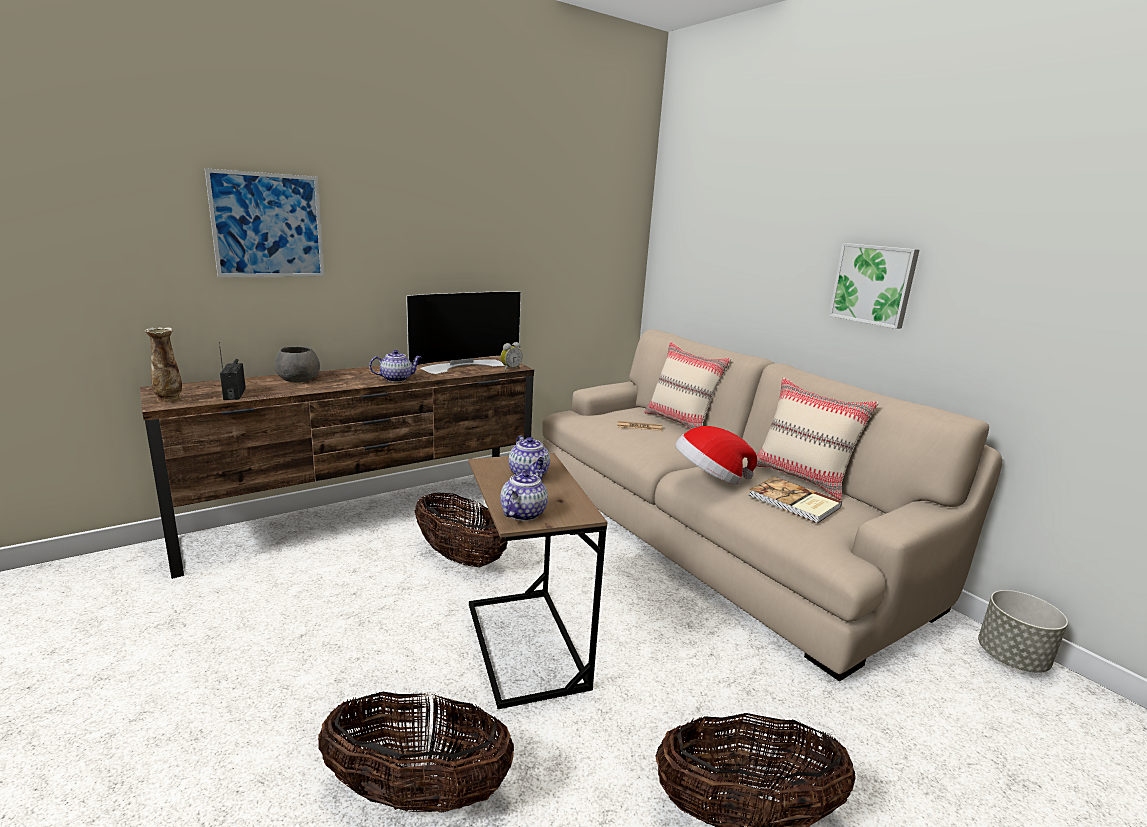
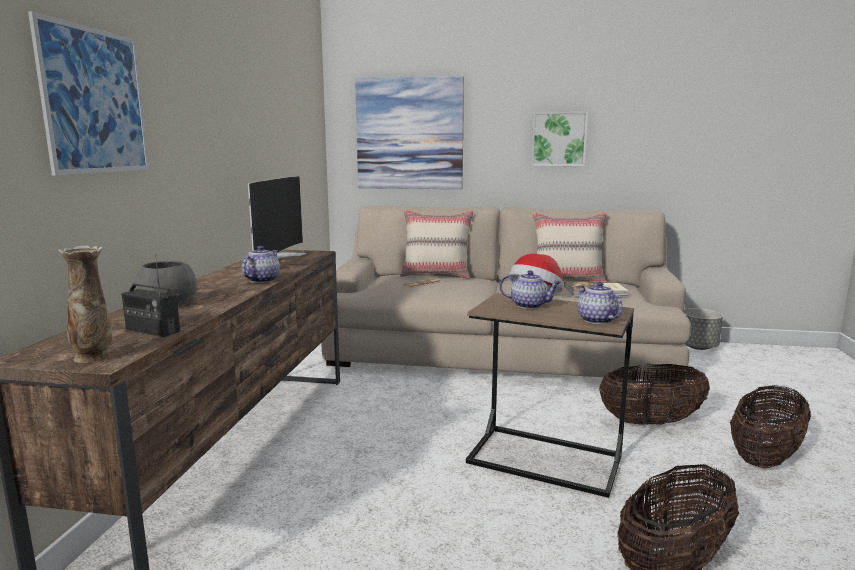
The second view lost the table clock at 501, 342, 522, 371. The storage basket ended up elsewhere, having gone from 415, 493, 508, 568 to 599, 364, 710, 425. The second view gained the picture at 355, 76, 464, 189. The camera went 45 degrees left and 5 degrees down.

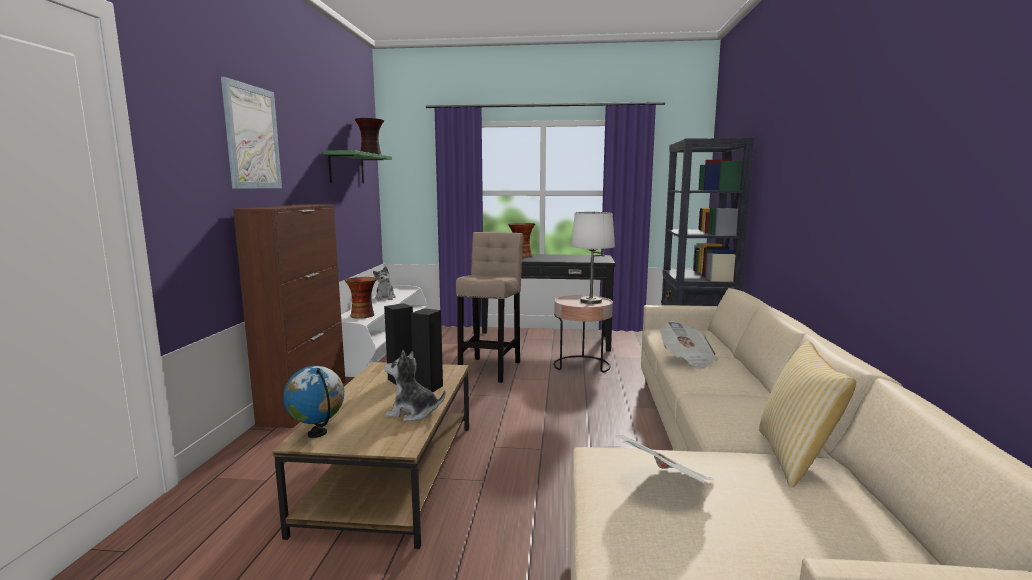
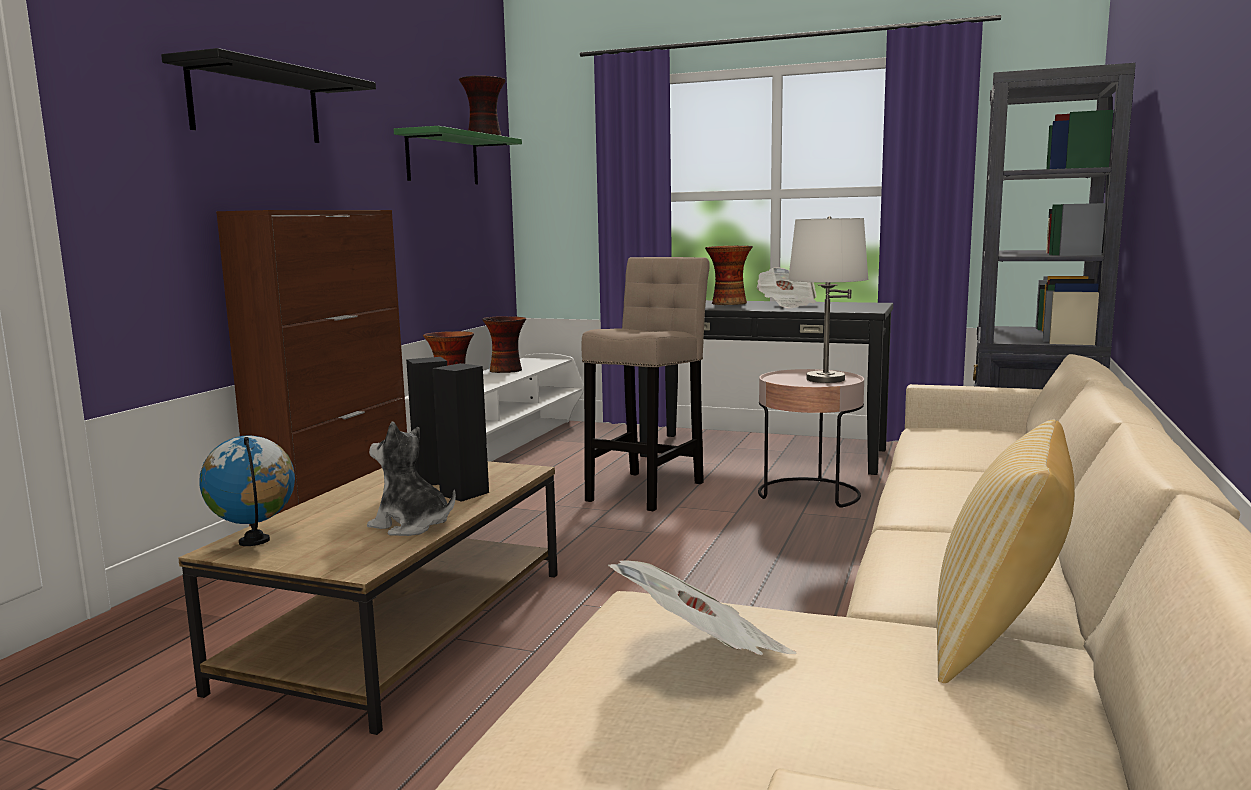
Where the picture hung at 221, 77, 282, 189, the blackish shelf came to hang at 161, 48, 376, 143. Where the plush toy stood at 373, 266, 396, 300, the flower vase came to stand at 482, 316, 526, 373. The newspaper ended up elsewhere, having gone from 660, 321, 718, 370 to 757, 267, 816, 308. The camera went 15 degrees right and 0 degrees up.

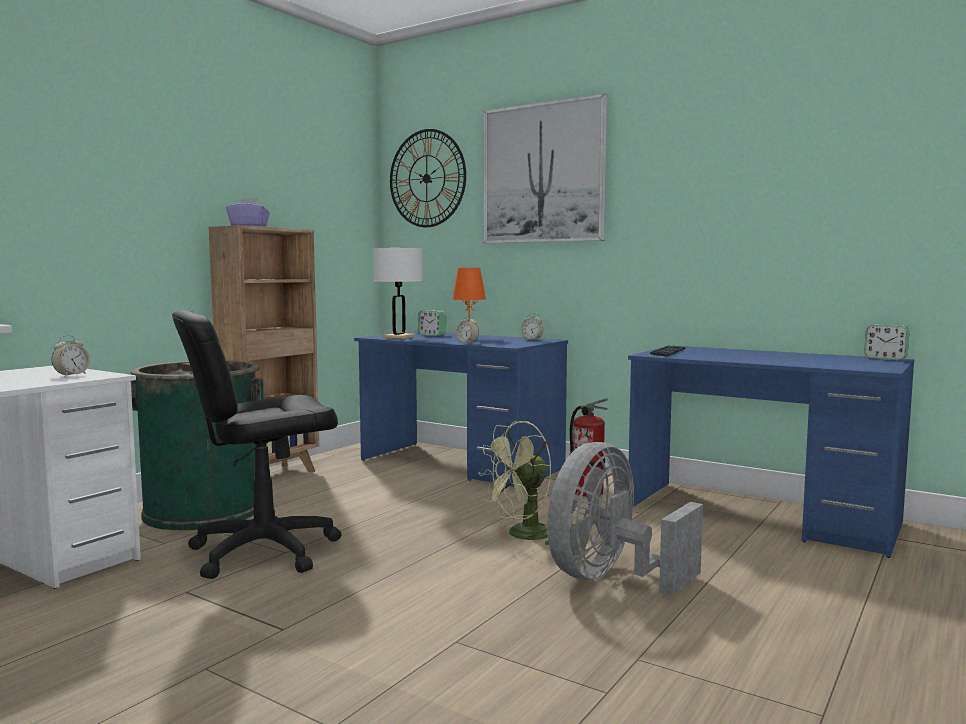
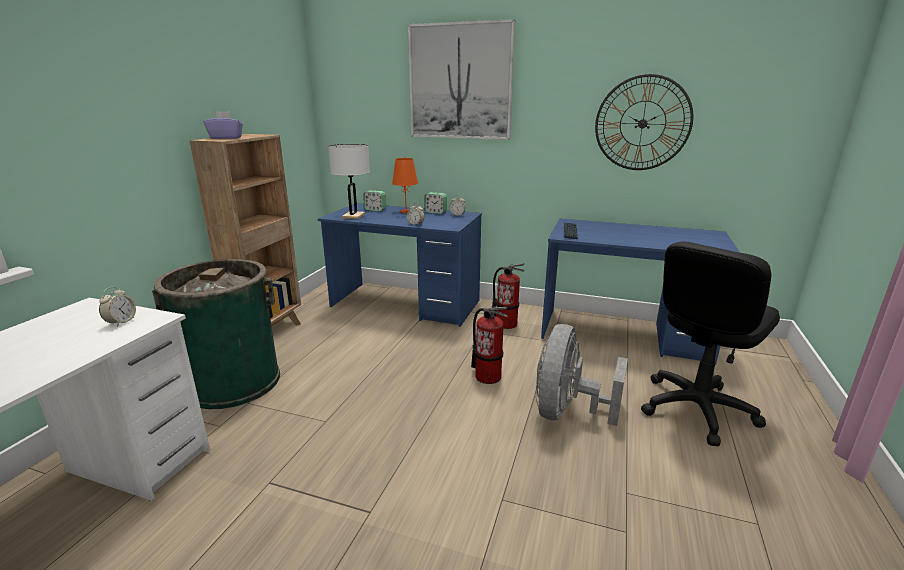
The hanging clock ended up elsewhere, having gone from 390, 129, 466, 227 to 595, 74, 693, 170. The blackish computer chair ended up elsewhere, having gone from 172, 310, 342, 579 to 641, 241, 780, 446. The table clock ended up elsewhere, having gone from 864, 324, 909, 360 to 424, 192, 447, 214. Where the green electric fan stood at 479, 421, 551, 546, the fire-fighting cylinder came to stand at 471, 306, 508, 384. The camera went 15 degrees left and 15 degrees up.

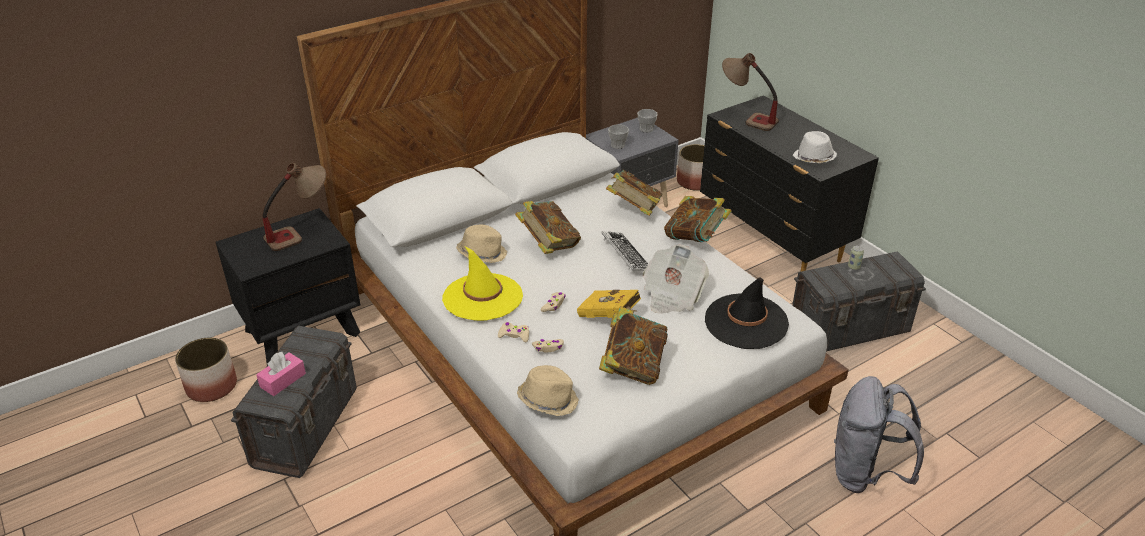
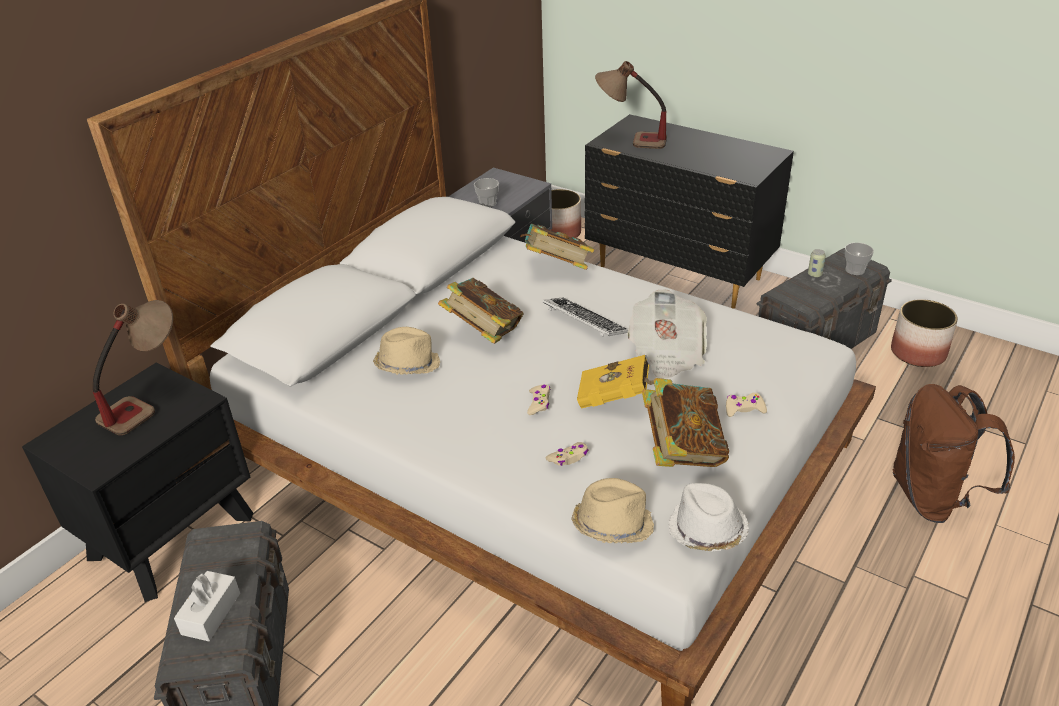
The small cup ended up elsewhere, having gone from 637, 109, 658, 133 to 845, 243, 874, 275. The white wearable hat ended up elsewhere, having gone from 793, 131, 837, 163 to 668, 483, 749, 552. The second view lost the volume at 664, 196, 731, 242. The second view lost the yellowish wearable hat at 442, 246, 523, 321. The second view lost the blackish wearable hat at 705, 278, 789, 349. The sand-coloured game controller ended up elsewhere, having gone from 498, 322, 529, 342 to 726, 393, 767, 417. The flower pot ended up elsewhere, having gone from 175, 337, 237, 402 to 891, 299, 958, 367. What was the pink-coloured box of tissues at 256, 352, 306, 396 turned into the white box of tissues at 174, 571, 240, 641. What was the grey rucksack at 834, 376, 924, 493 turned into the brown-coloured rucksack at 893, 384, 1015, 523. The camera went 20 degrees left and 0 degrees up.

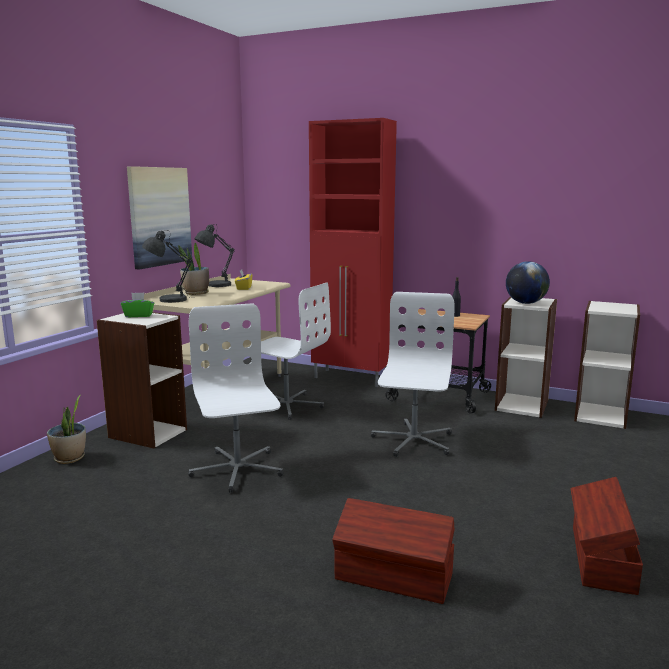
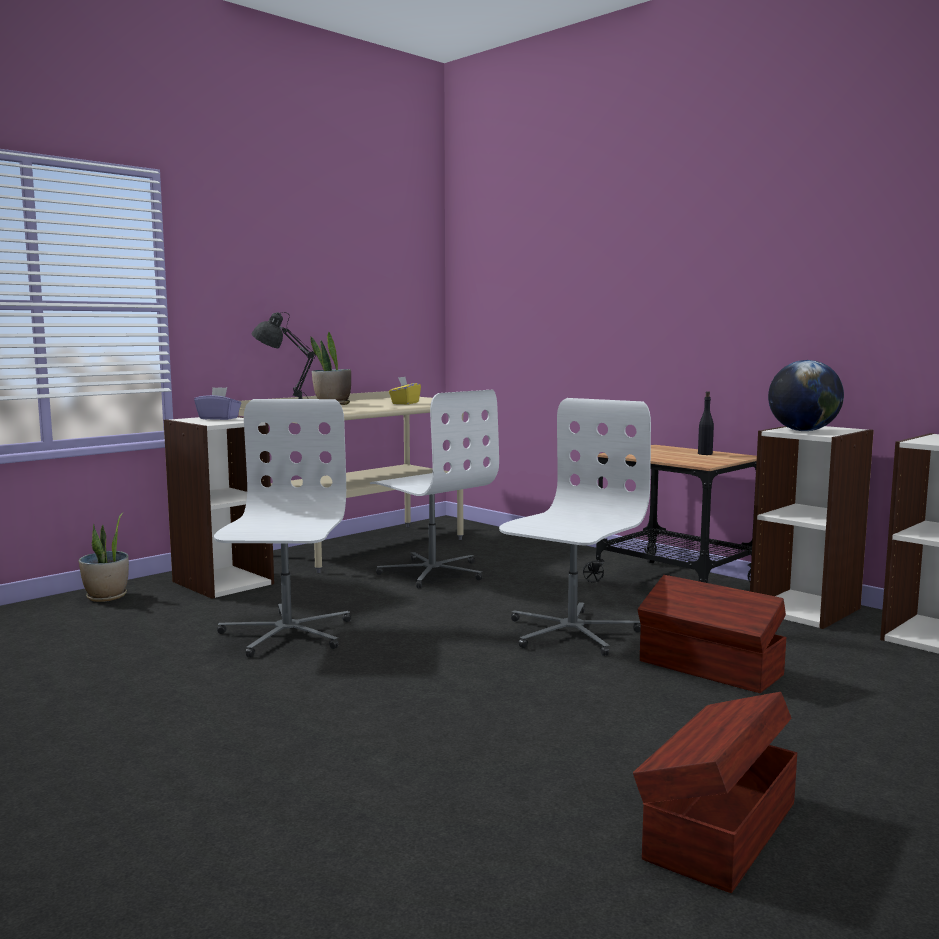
The second view lost the red-coloured cupboard at 309, 118, 397, 387. The second view lost the picture at 127, 166, 192, 270. The second view lost the grey tabletop lamp at 195, 224, 235, 287. What was the green box of tissues at 121, 293, 154, 317 turned into the purple box of tissues at 194, 387, 241, 420. The brown-coloured storage box ended up elsewhere, having gone from 332, 498, 455, 604 to 637, 575, 787, 693. The camera went 20 degrees right and 5 degrees down.

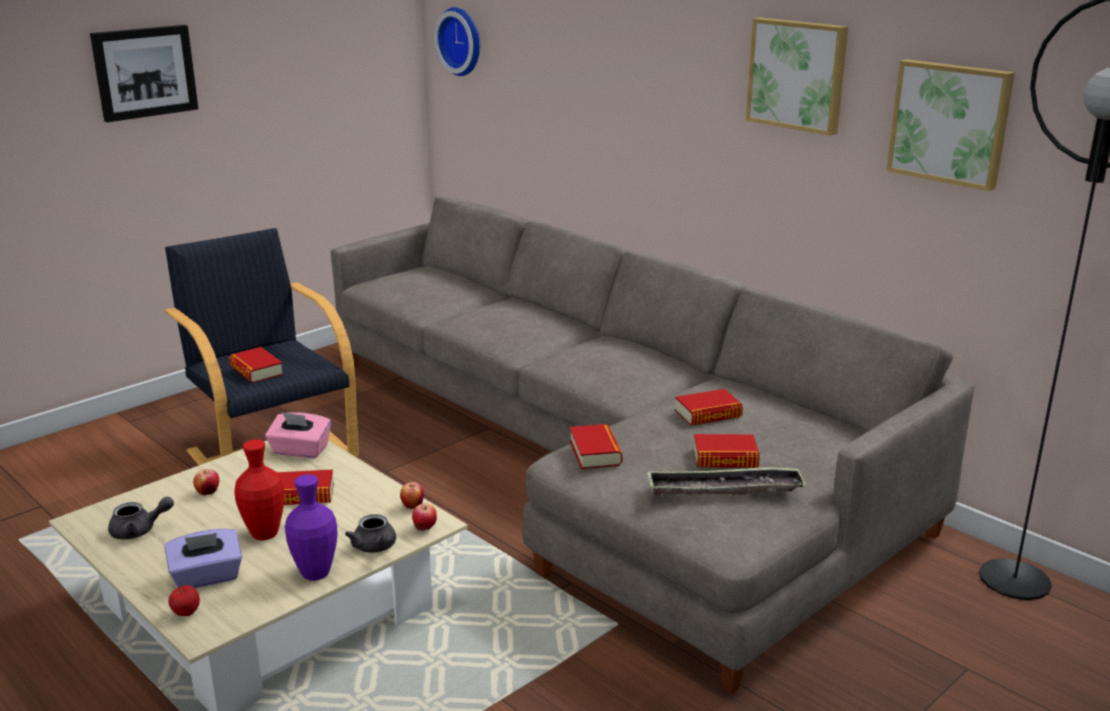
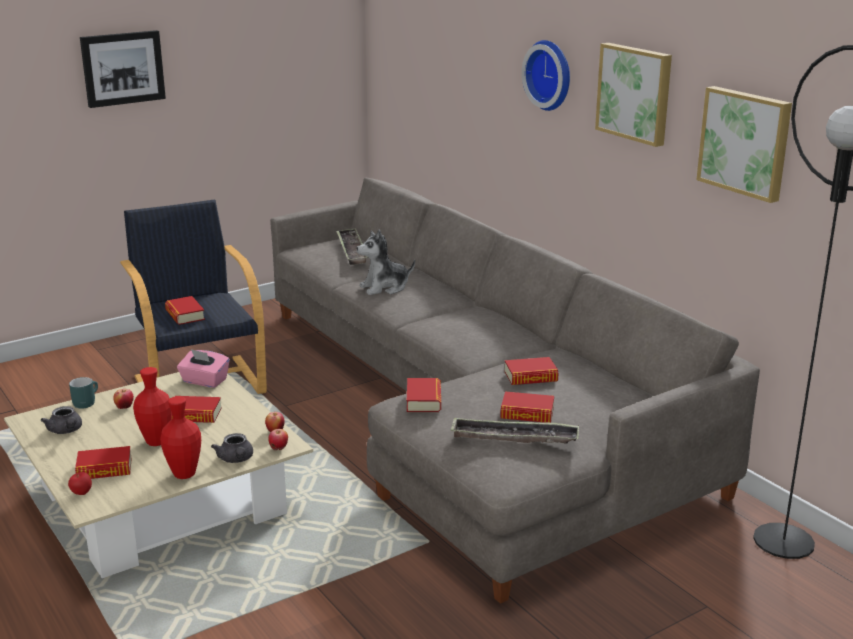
The hanging clock ended up elsewhere, having gone from 434, 7, 480, 76 to 522, 40, 570, 111. What was the purple flower vase at 285, 474, 338, 581 turned into the red-coloured flower vase at 160, 396, 201, 479. The grey tea pot at 108, 497, 174, 539 ended up facing another way, 60 degrees clockwise from before. Where the purple box of tissues stood at 165, 528, 242, 588, the volume came to stand at 75, 446, 132, 479. The second view gained the tray at 336, 228, 368, 265. The second view gained the plush toy at 356, 230, 415, 295. The second view gained the blue-green mug at 69, 377, 98, 409. The camera went 10 degrees right and 0 degrees up.

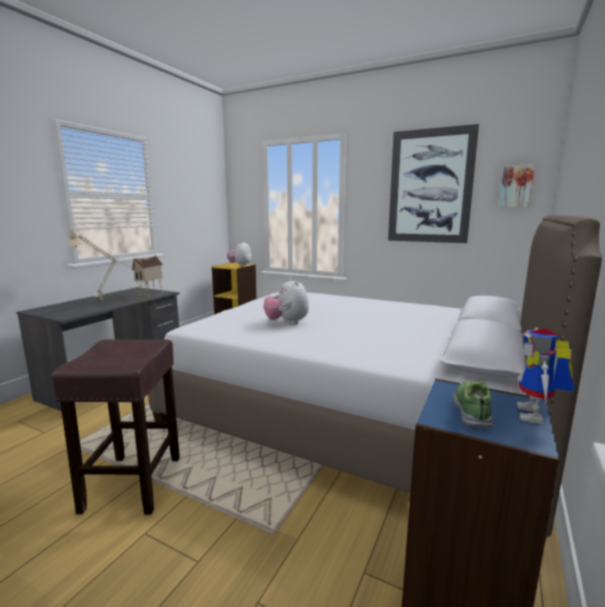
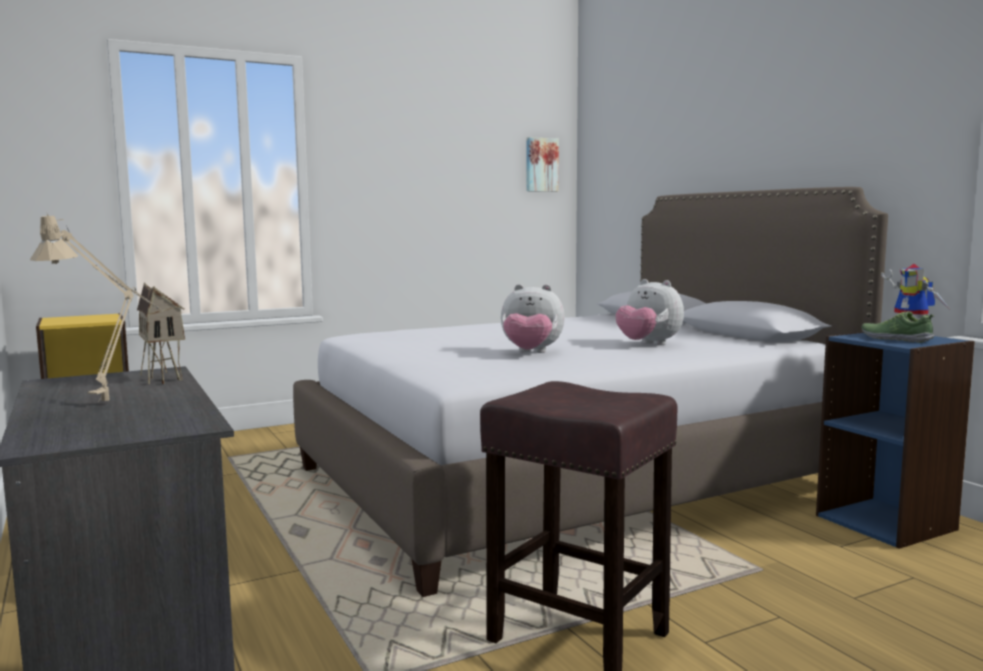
The second view lost the picture at 388, 124, 479, 243. The plush toy ended up elsewhere, having gone from 227, 241, 252, 266 to 616, 279, 684, 345. The camera went 55 degrees left and 5 degrees down.

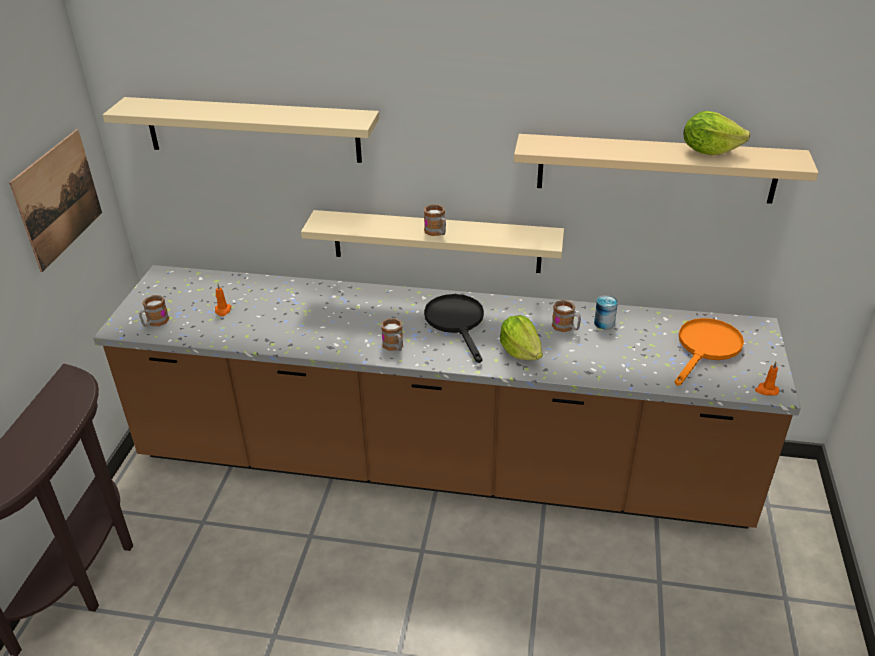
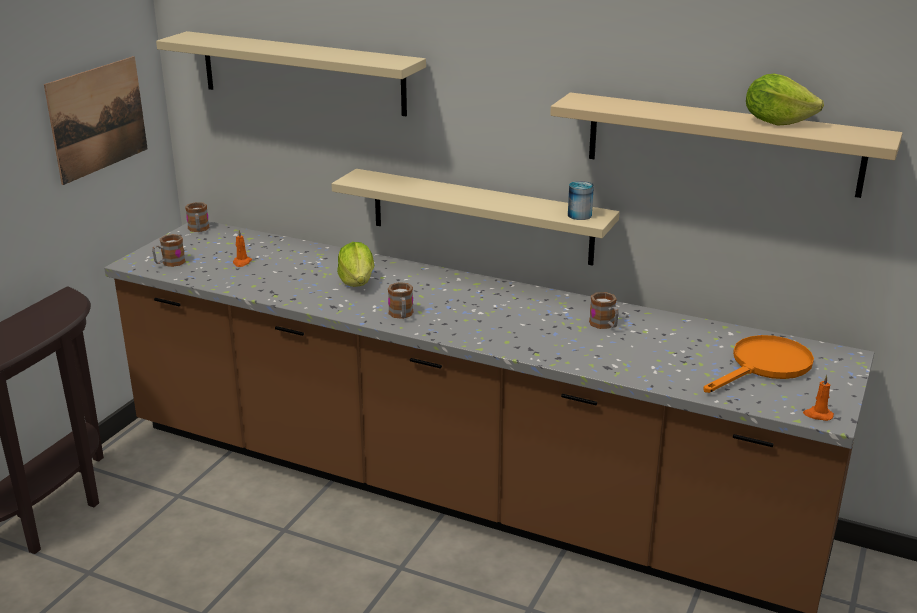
The mug ended up elsewhere, having gone from 424, 204, 446, 236 to 185, 202, 209, 232. The second view lost the blackish frying pan at 424, 294, 484, 363. The metal can ended up elsewhere, having gone from 594, 295, 618, 329 to 568, 181, 594, 220. The head of lettuce ended up elsewhere, having gone from 500, 315, 543, 360 to 337, 242, 374, 287. The camera went 15 degrees right and 10 degrees down.

